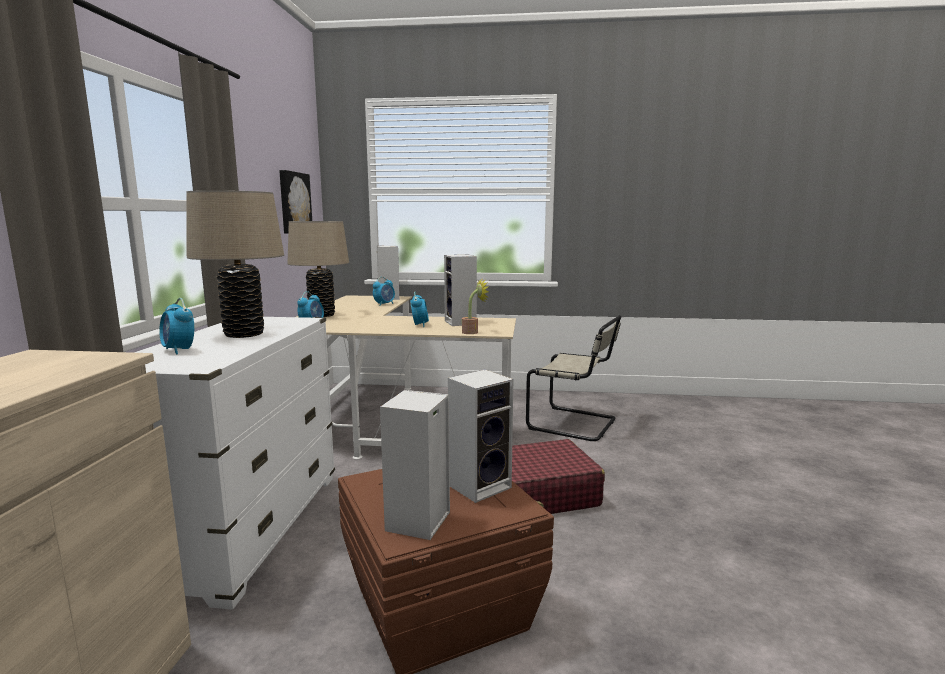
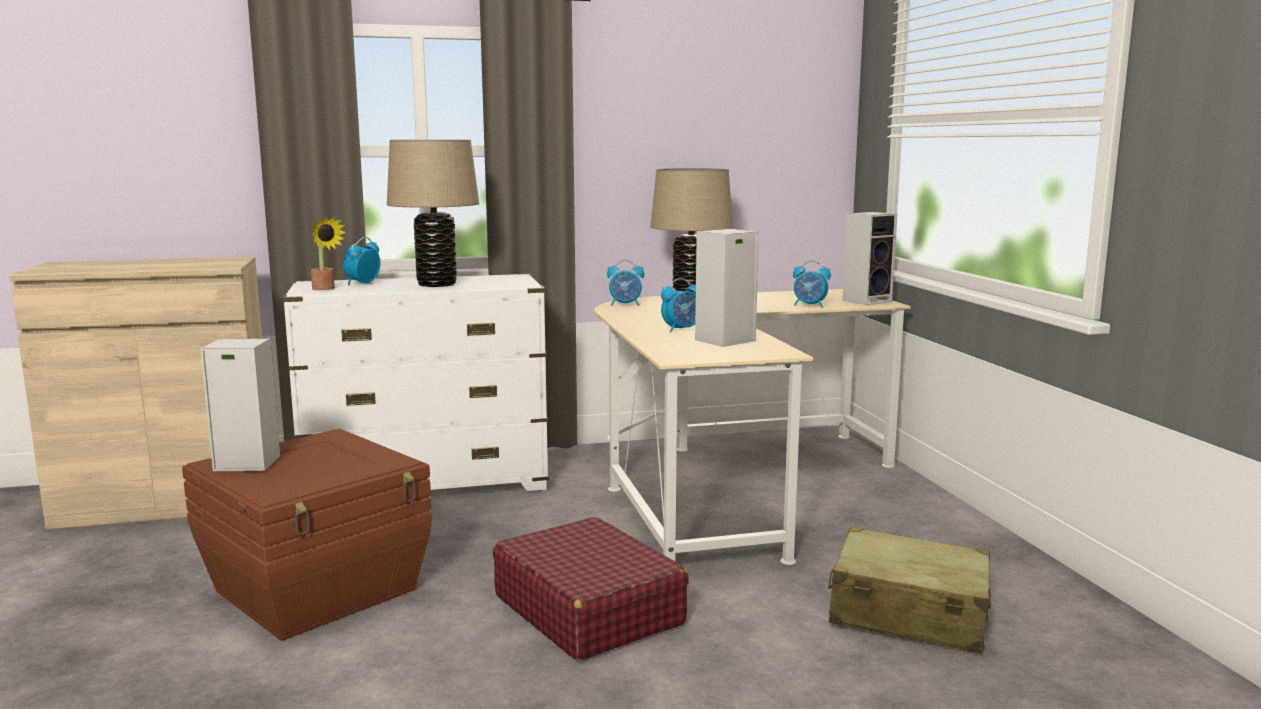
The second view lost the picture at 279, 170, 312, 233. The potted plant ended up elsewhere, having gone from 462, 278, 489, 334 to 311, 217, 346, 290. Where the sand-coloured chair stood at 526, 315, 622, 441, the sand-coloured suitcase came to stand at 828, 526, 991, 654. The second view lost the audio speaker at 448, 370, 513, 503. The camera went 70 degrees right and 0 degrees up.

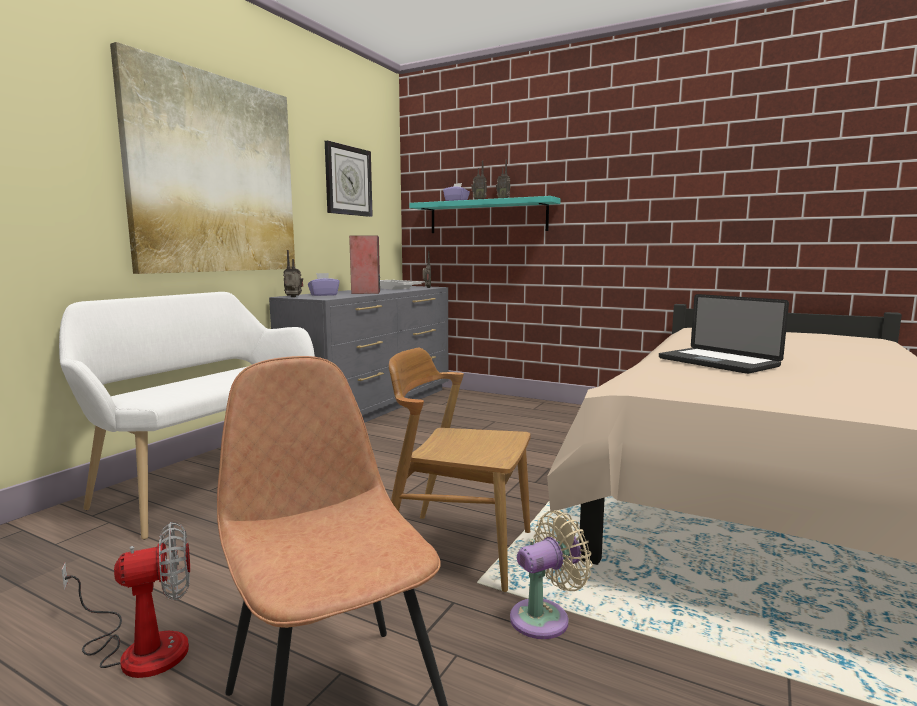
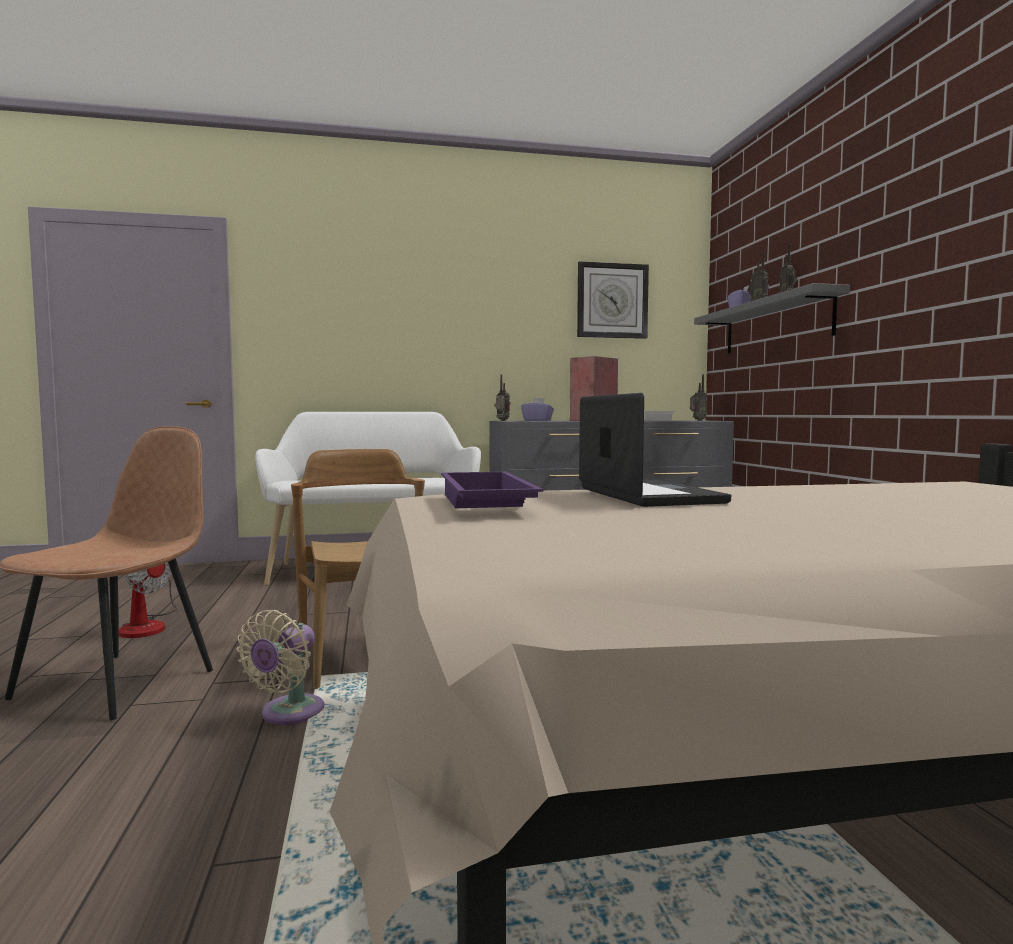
The second view lost the picture at 110, 42, 295, 274. What was the blue-green shelf at 409, 196, 561, 233 turned into the grey shelf at 694, 283, 850, 353. The notebook computer at 659, 294, 789, 374 ended up facing another way, 150 degrees clockwise from before. The sand-coloured electric fan at 510, 510, 593, 639 ended up facing another way, 90 degrees clockwise from before. The second view gained the purple tray at 441, 472, 543, 508. The camera went 50 degrees right and 5 degrees down.

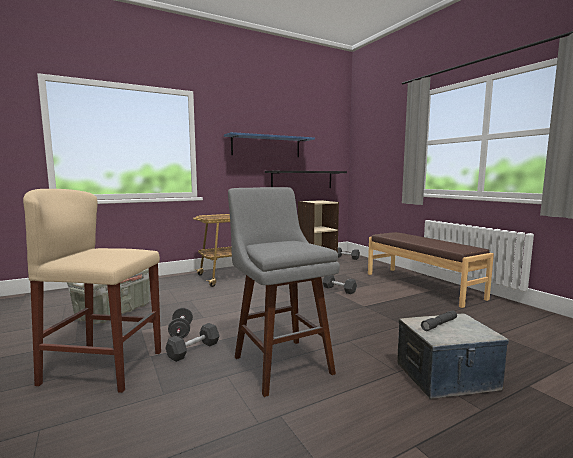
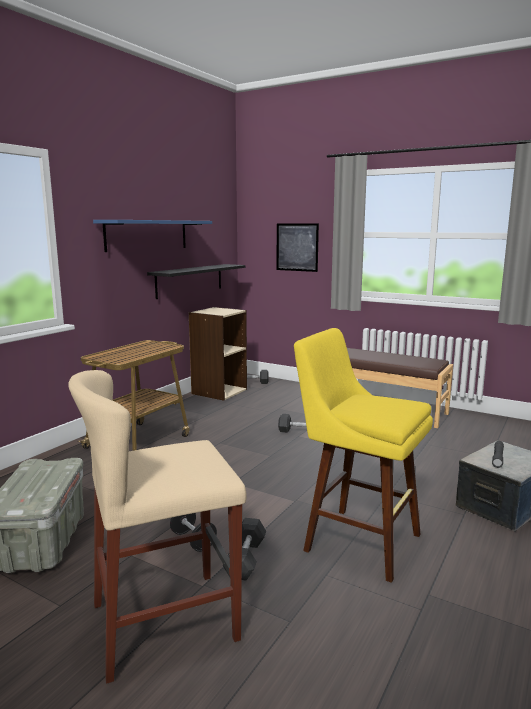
What was the grey stool at 228, 187, 340, 397 turned into the yellowish stool at 294, 328, 433, 583. The second view gained the picture at 277, 223, 319, 272. The camera went 30 degrees left and 5 degrees up.

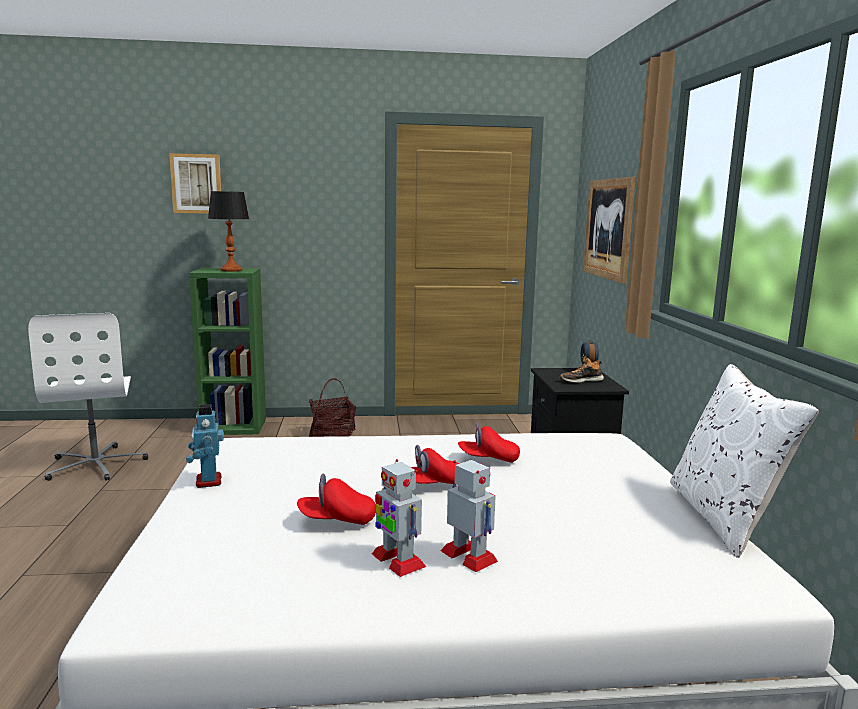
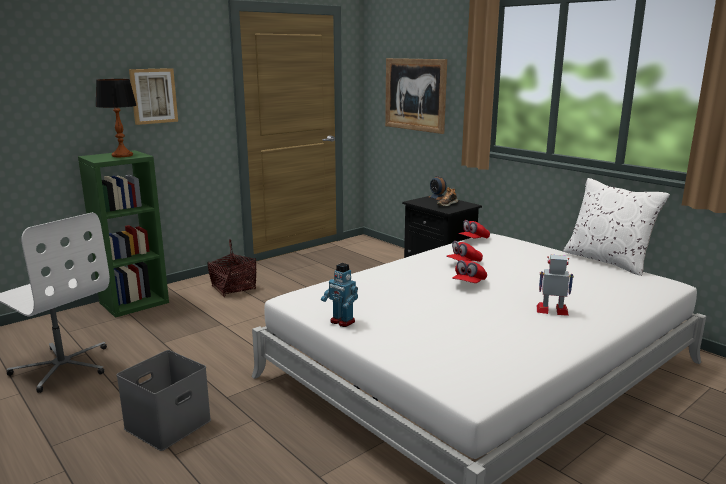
The picture ended up elsewhere, having gone from 169, 153, 221, 214 to 129, 68, 178, 125. The second view lost the toy robot at 372, 459, 426, 577. The red-coloured peaked cap ended up elsewhere, having gone from 297, 473, 376, 525 to 458, 220, 490, 239. The second view gained the grey storage box at 116, 350, 211, 451. The camera went 35 degrees left and 5 degrees up.

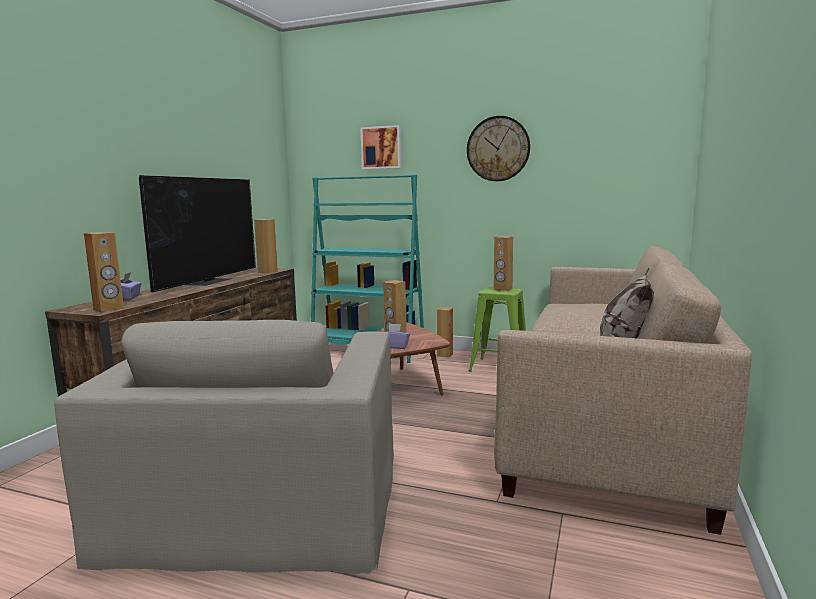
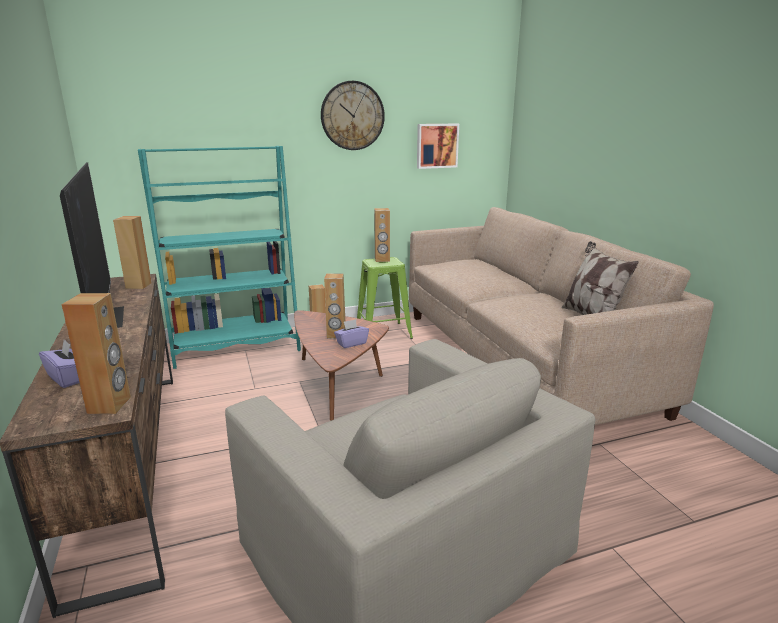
The picture ended up elsewhere, having gone from 361, 125, 402, 169 to 417, 124, 459, 169. The camera went 40 degrees left and 10 degrees up.

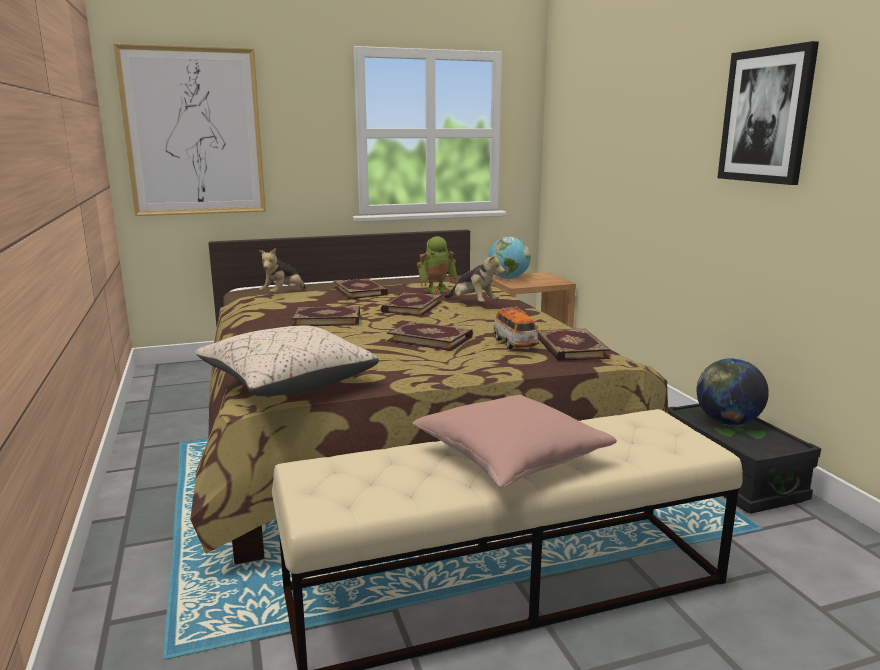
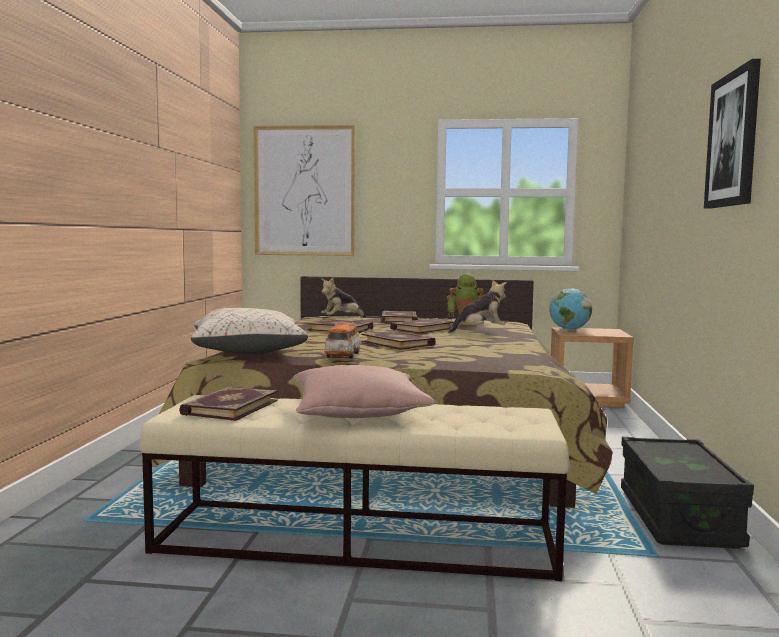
The plush toy at 444, 252, 505, 302 ended up facing another way, 90 degrees counterclockwise from before. The model car ended up elsewhere, having gone from 493, 307, 539, 349 to 324, 321, 361, 359. The volume ended up elsewhere, having gone from 538, 328, 611, 361 to 179, 386, 278, 421. The second view lost the world globe at 696, 358, 769, 425. The camera went 25 degrees right and 10 degrees down.

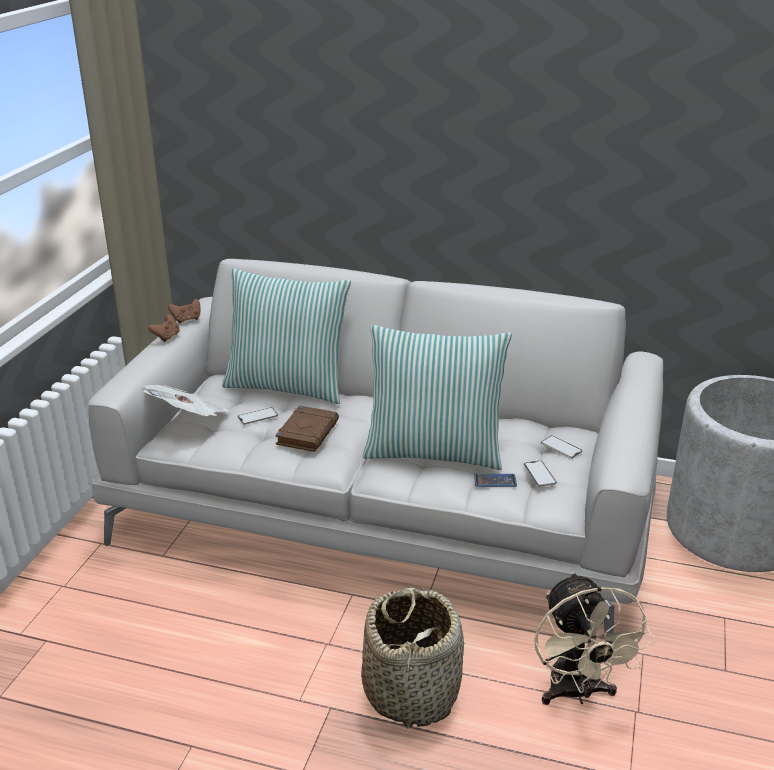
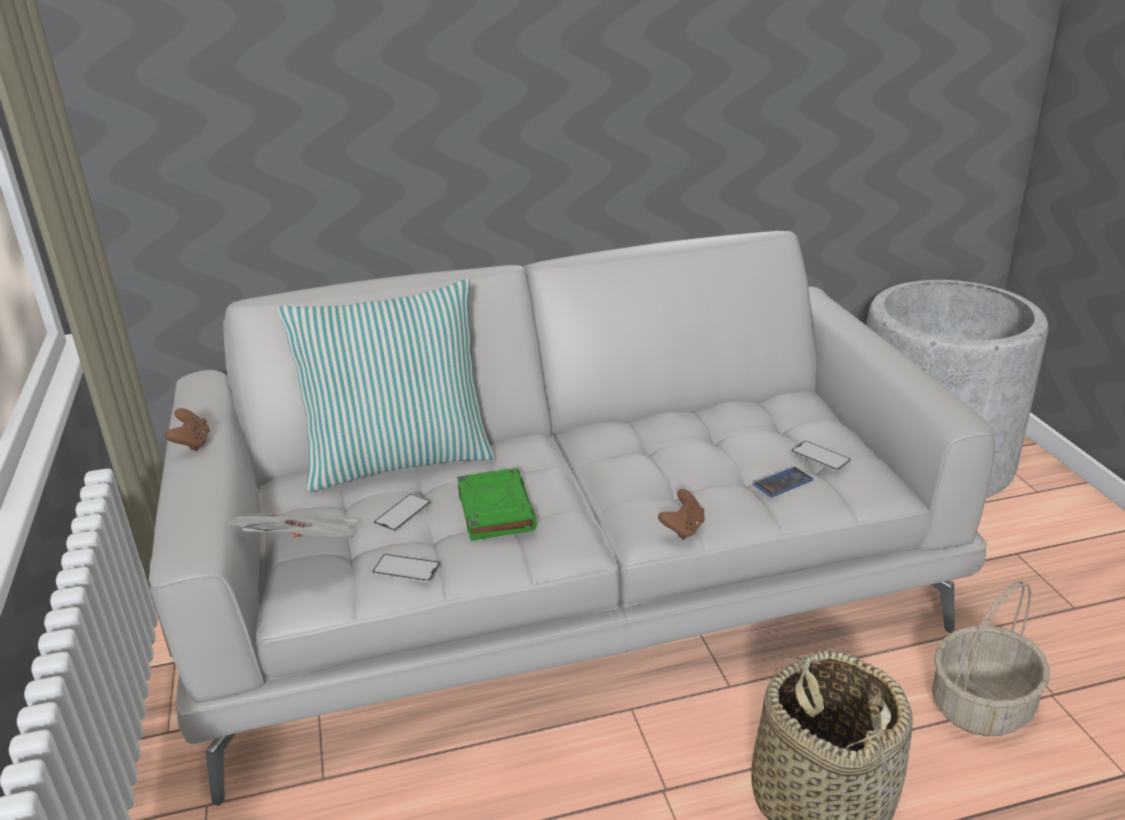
The brown-coloured game controller ended up elsewhere, having gone from 168, 299, 200, 323 to 658, 489, 705, 540. The second view lost the pillow at 363, 325, 512, 470. What was the brown-coloured volume at 275, 405, 339, 452 turned into the green volume at 457, 468, 537, 541. The handset ended up elsewhere, having gone from 541, 436, 583, 458 to 373, 554, 440, 582. Where the sand-coloured electric fan stood at 535, 572, 655, 705, the storage basket came to stand at 932, 581, 1050, 736. The camera went 30 degrees left and 0 degrees up.

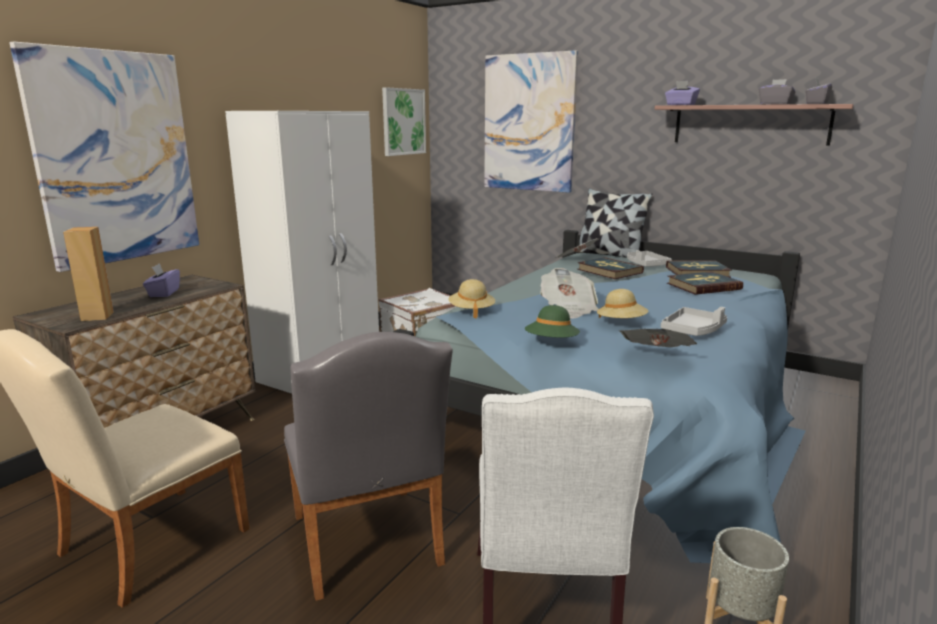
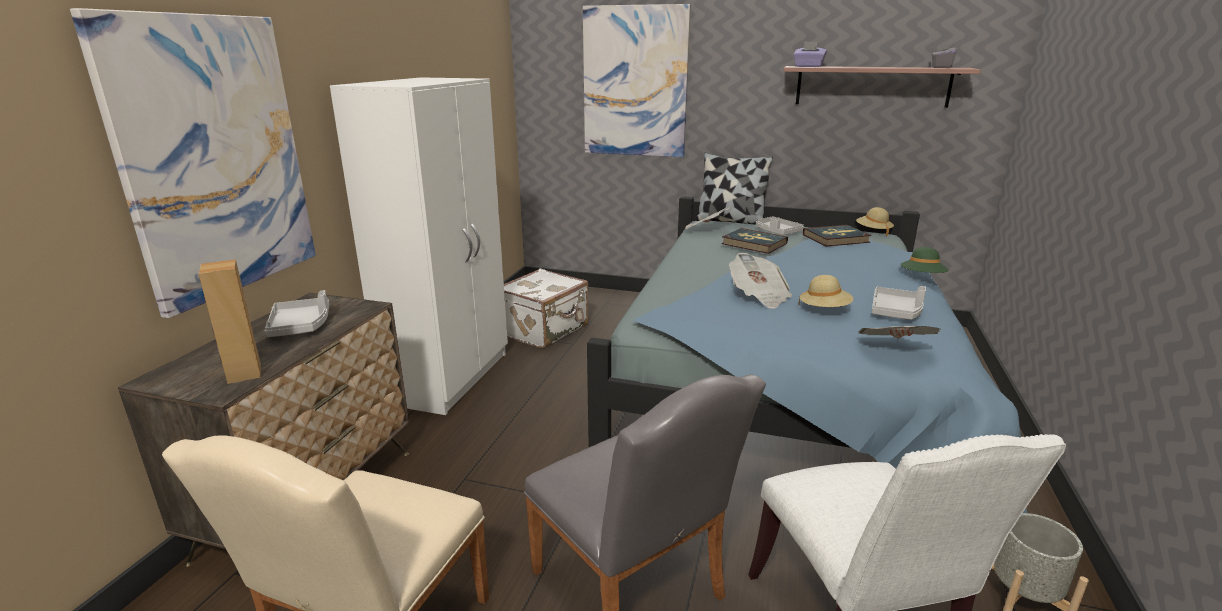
The second view lost the grey box of tissues at 759, 79, 795, 105. The second view lost the picture at 382, 87, 426, 156. Where the purple box of tissues stood at 143, 263, 180, 297, the grey tray came to stand at 265, 290, 329, 337. The second view lost the volume at 667, 271, 743, 295. The sand-coloured wearable hat ended up elsewhere, having gone from 449, 279, 495, 319 to 856, 207, 894, 236. The green wearable hat ended up elsewhere, having gone from 525, 305, 580, 338 to 900, 247, 949, 273. The camera went 15 degrees left and 5 degrees up.

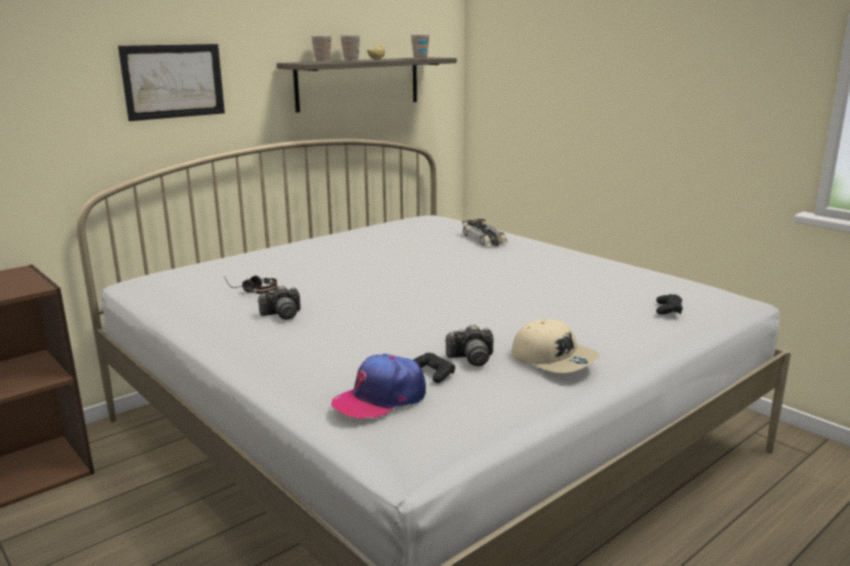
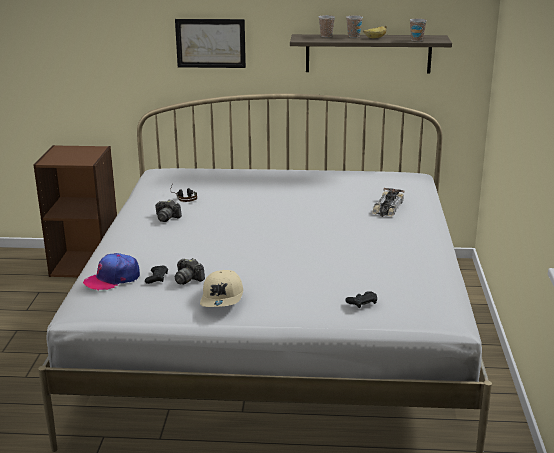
The peaked cap at 331, 354, 426, 420 ended up facing another way, 45 degrees counterclockwise from before. The camera went 45 degrees right and 5 degrees up.

